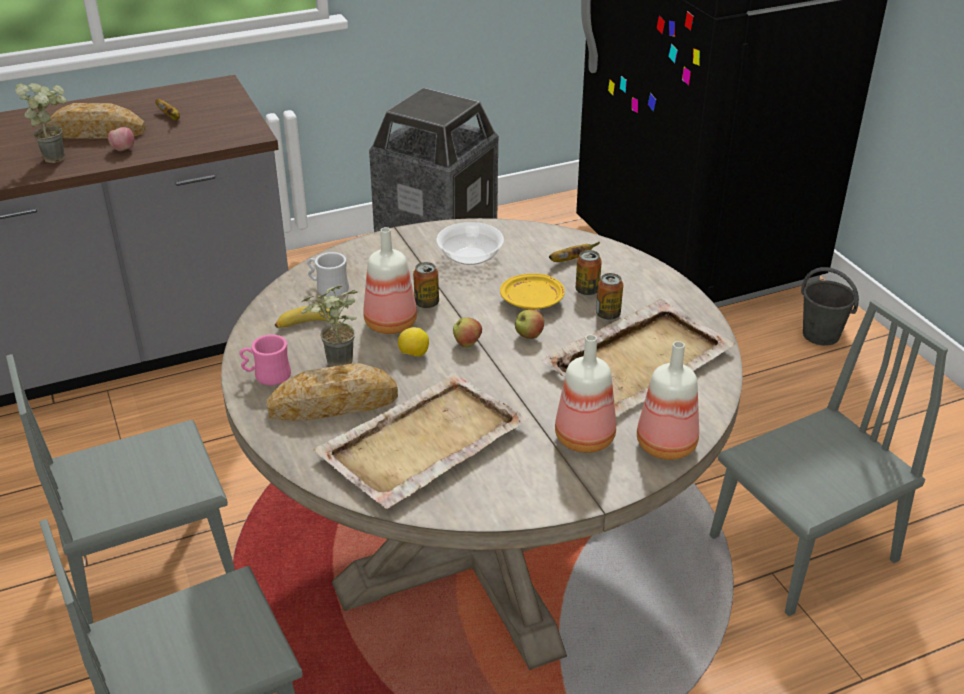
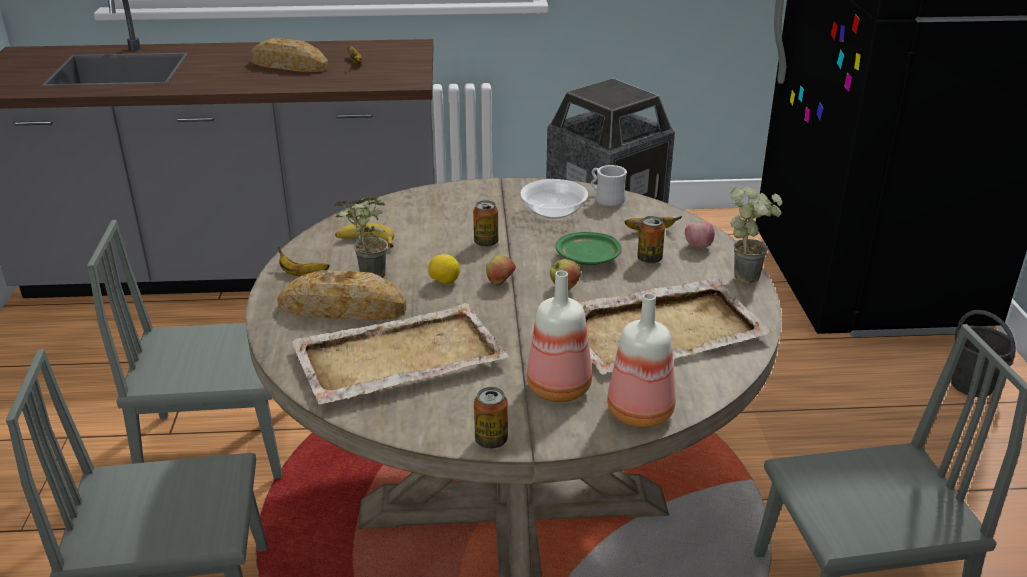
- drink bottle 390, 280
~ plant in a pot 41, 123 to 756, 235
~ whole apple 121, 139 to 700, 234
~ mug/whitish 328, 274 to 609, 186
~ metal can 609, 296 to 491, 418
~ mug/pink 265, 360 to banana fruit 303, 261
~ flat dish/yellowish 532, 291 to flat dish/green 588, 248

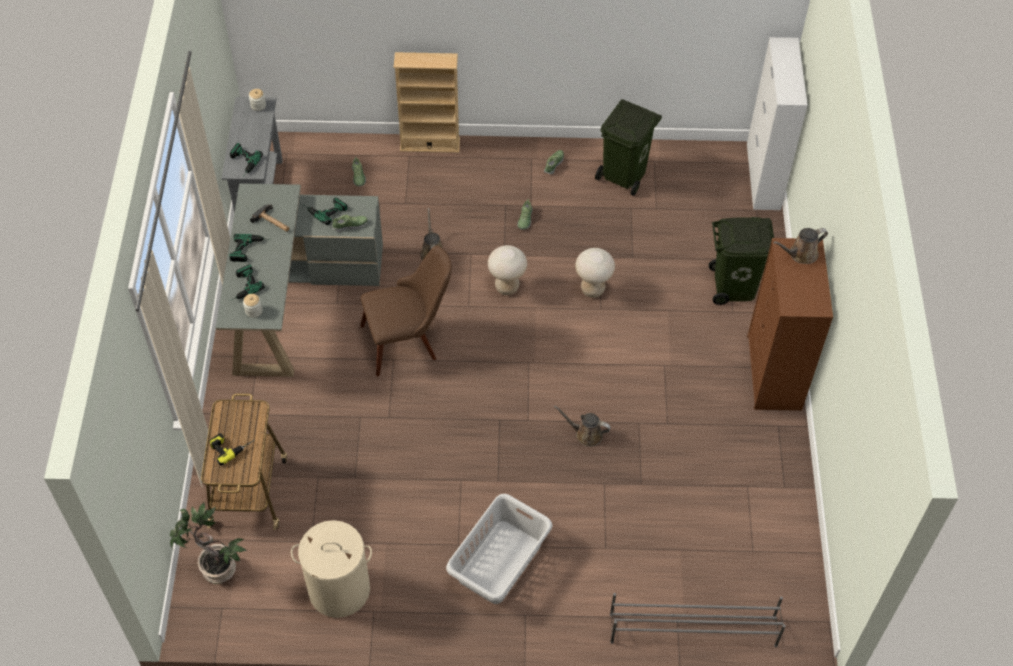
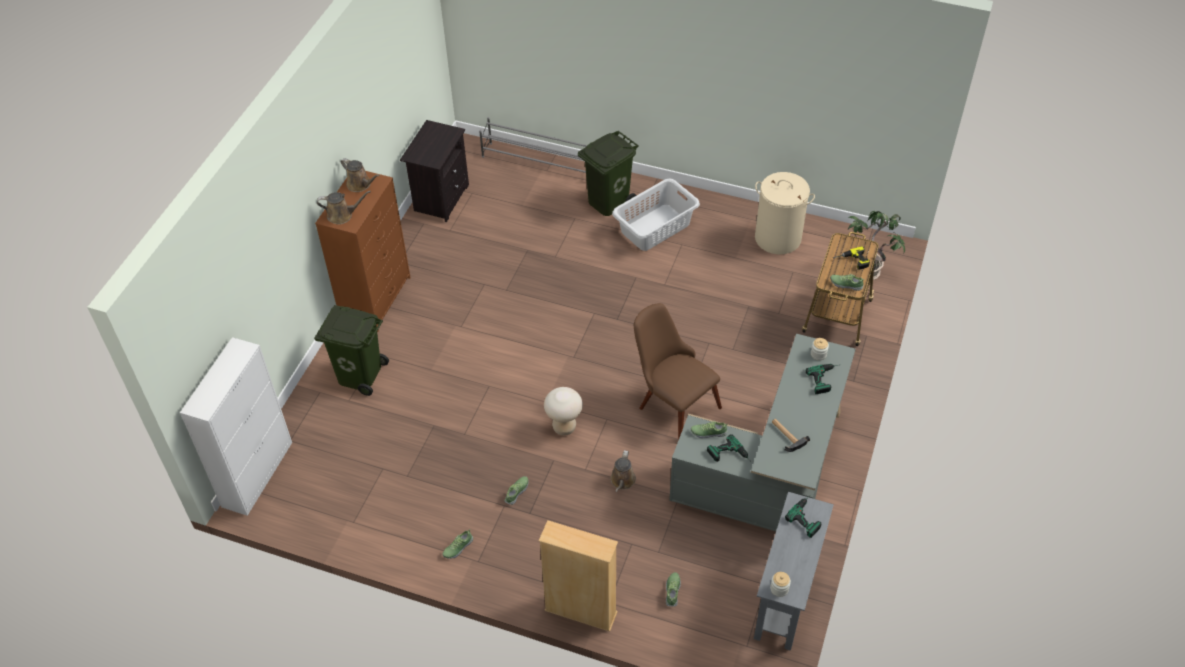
- power drill 250, 248
- stool seat/sand-coloured 595, 273
+ night table/blackish 434, 171
+ shoe 847, 282
~ sprinkling can/brown-coloured 582, 426 to 360, 175
~ waste bin/green 628, 147 to 608, 173
~ upright chair/brown-coloured 406, 310 = 678, 371 45 degrees clockwise

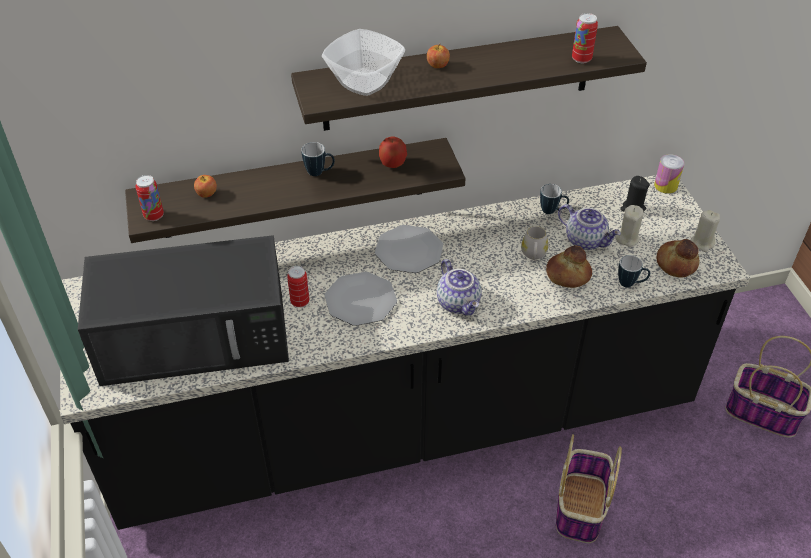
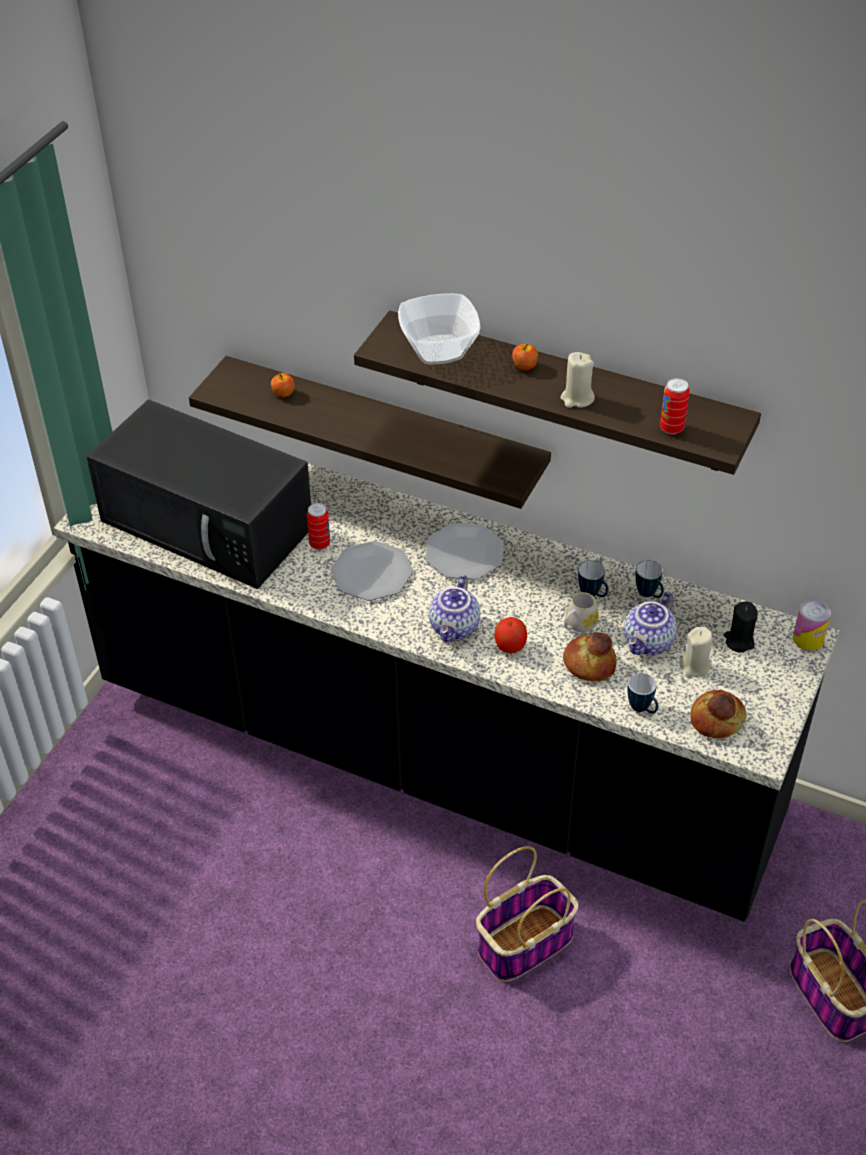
- metal can 149, 198
~ mug 318, 159 to 593, 578
~ whole apple 393, 152 to 510, 635
~ wax light/sand-coloured 705, 231 to 577, 380
~ tea pot 589, 227 = 650, 623 45 degrees clockwise

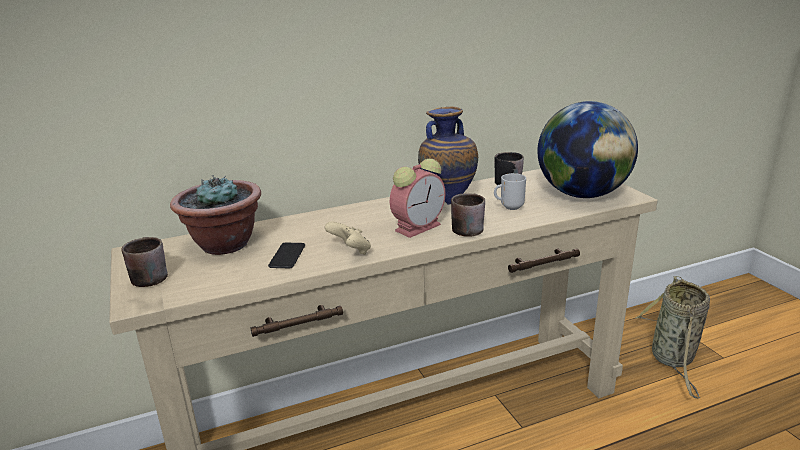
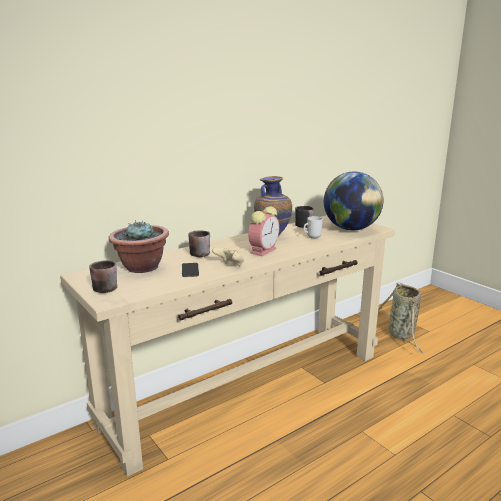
~ mug/brown-coloured 468, 215 to 199, 243

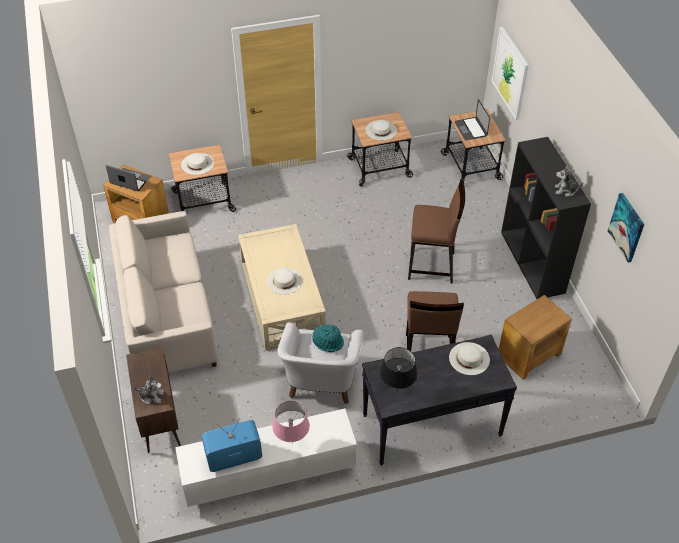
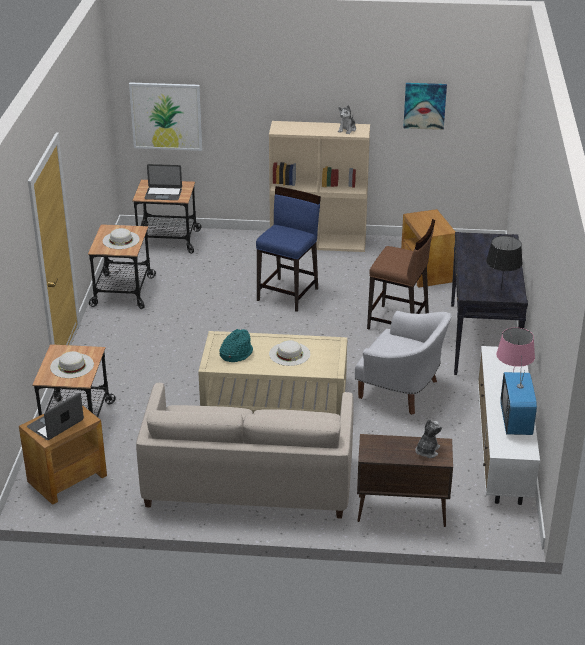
- wearable hat/whitish 469, 358
~ wearable hat/turquoise-coloured 328, 338 to 236, 345
~ stool seat/brown-coloured 436, 232 to stool seat/blue 288, 249
~ bookcase/blackish 546, 218 to bookcase/sand-coloured 319, 186

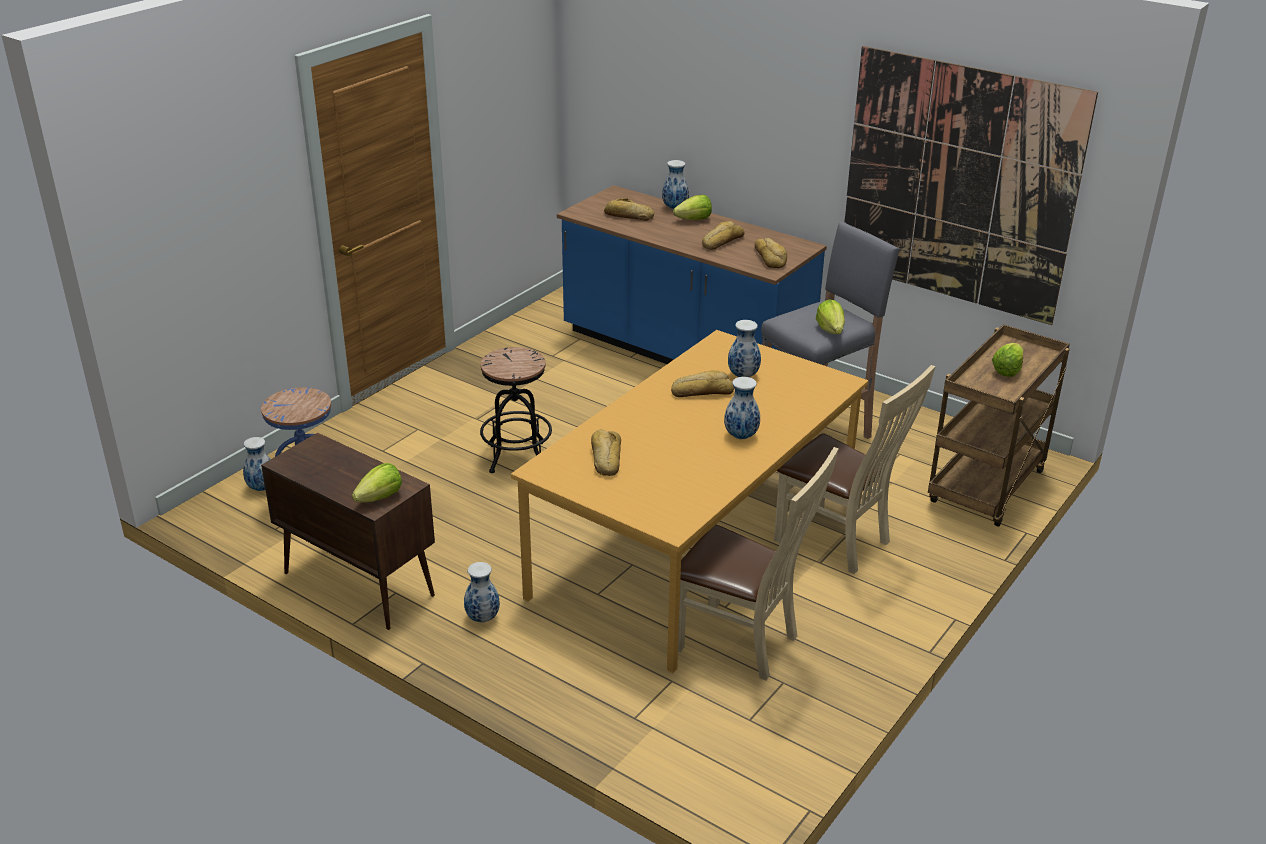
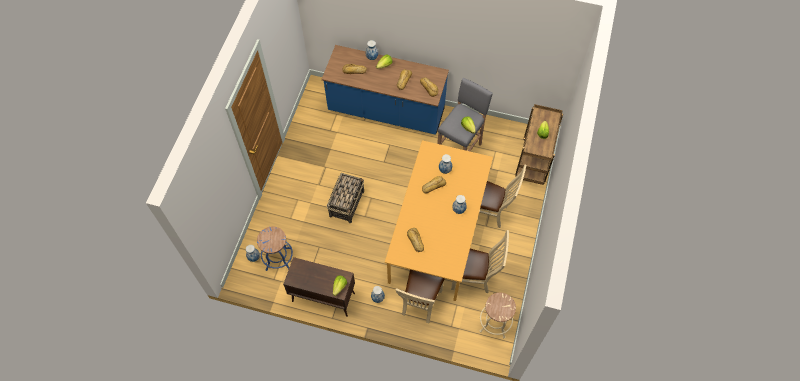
- wall picture 971, 185
+ upright chair/sand-coloured 420, 296
+ stool seat/sand-coloured 498, 315
~ stool seat/blackish 516, 410 to storage basket 345, 198

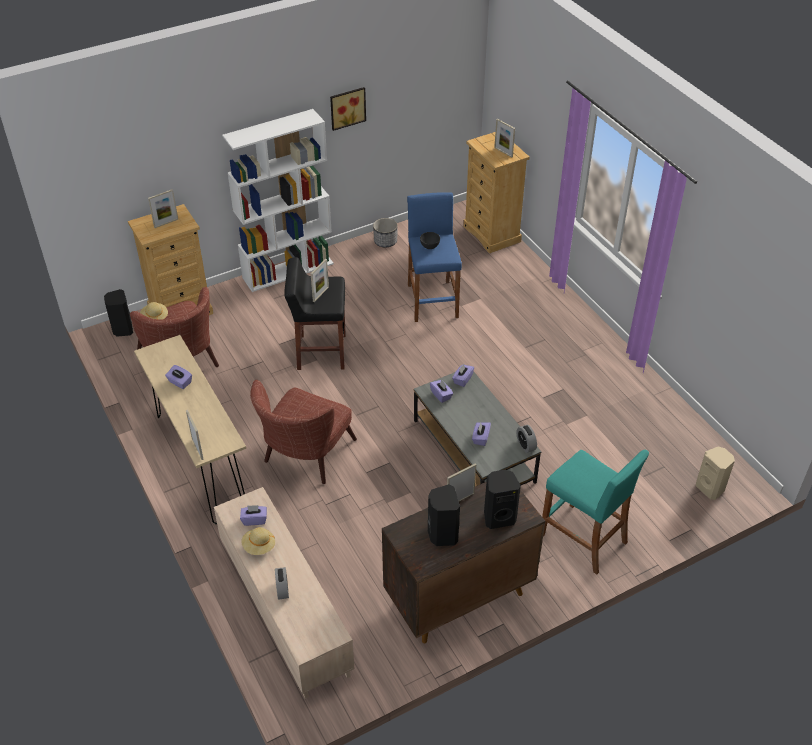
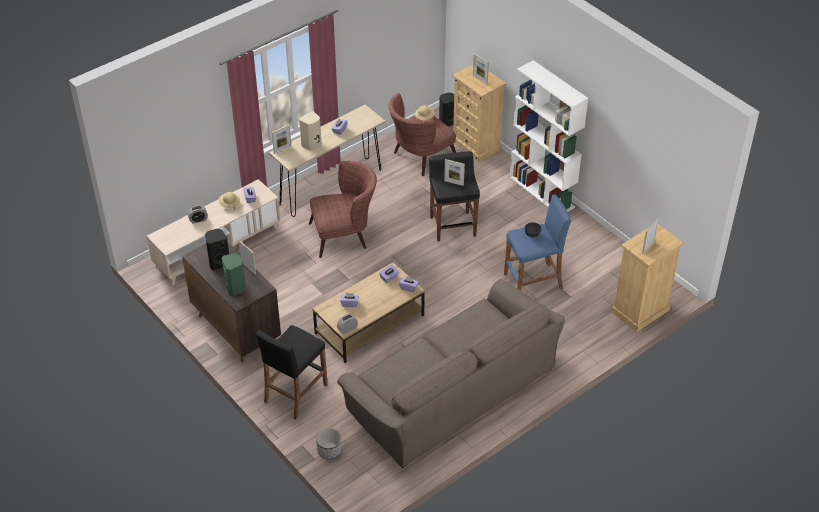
- wall picture 348, 109
+ settee/brown-coloured 451, 373
~ flower pot 385, 232 to 329, 443
~ speaker/sand-coloured 715, 473 to 311, 130
~ coffee table/gray 477, 429 to coffee table/brown-coloured 368, 312
~ speaker/blackish 502, 499 to speaker/green 234, 275
~ stool seat/turquoise-coloured 595, 511 to stool seat/blackish 292, 372
~ lounge chair/brown-coloured 303, 432 = 343, 209 150 degrees clockwise

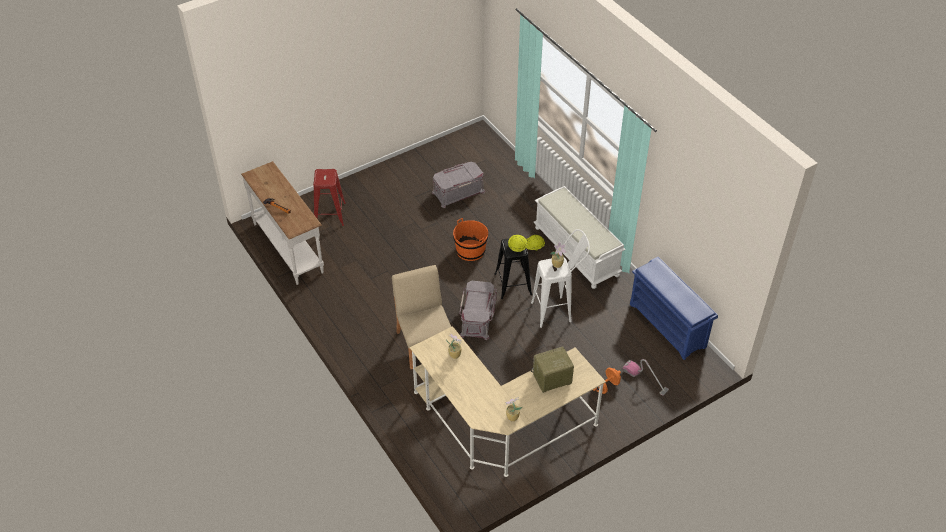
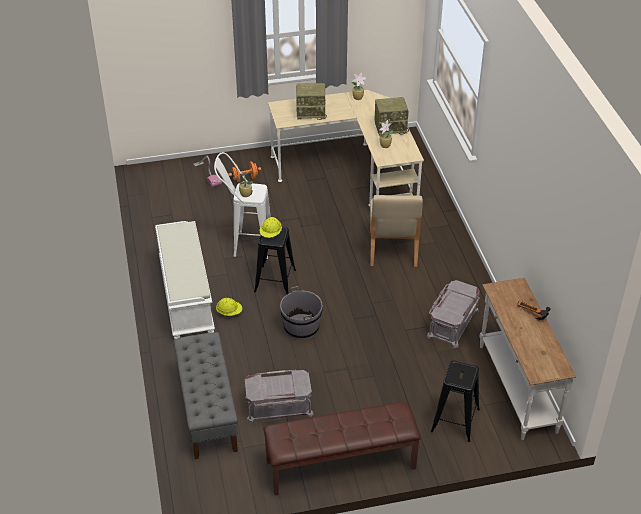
- shoe rack/blue 674, 308
+ long seat/gray 206, 395
+ long seat/brown-coloured 341, 448
+ radio 392, 116
~ storage bin/gray 478, 310 to 453, 314
~ stool seat/reddish 329, 197 to stool seat/blackish 455, 401
~ bucket/orange-coloured 470, 239 to bucket/gray 301, 313

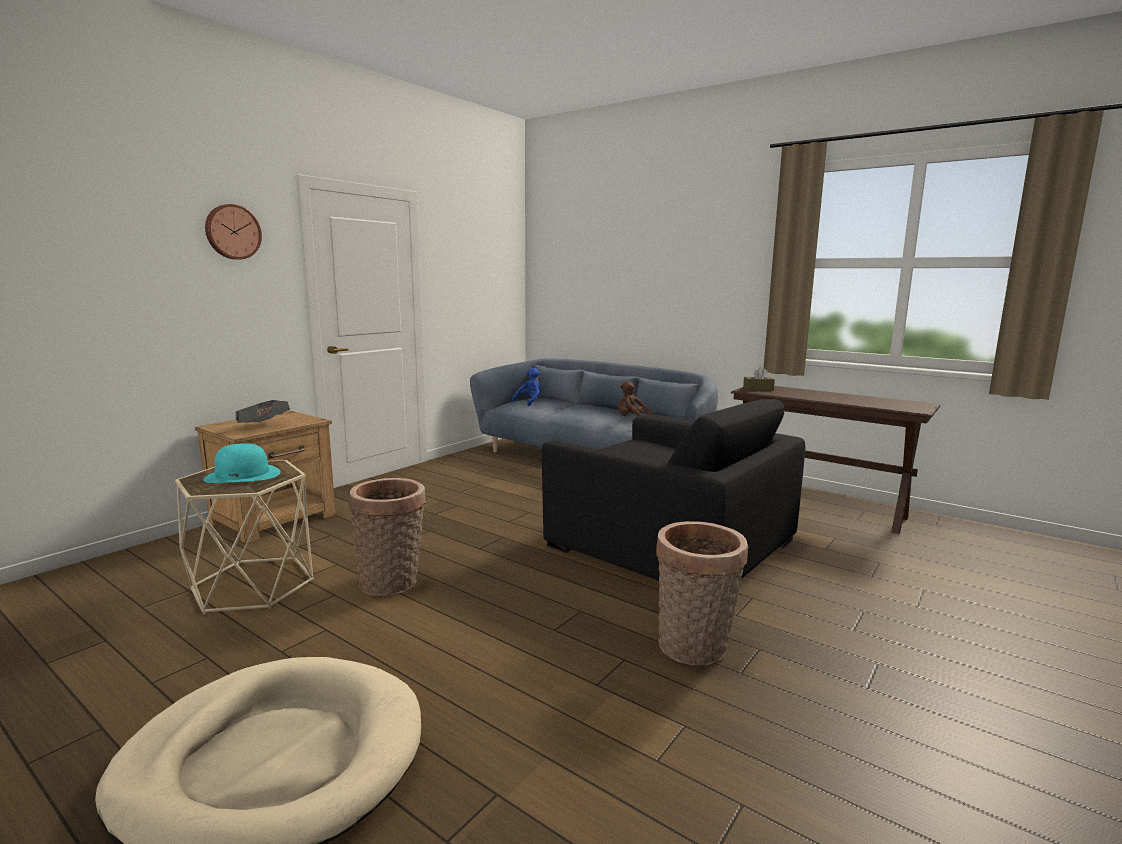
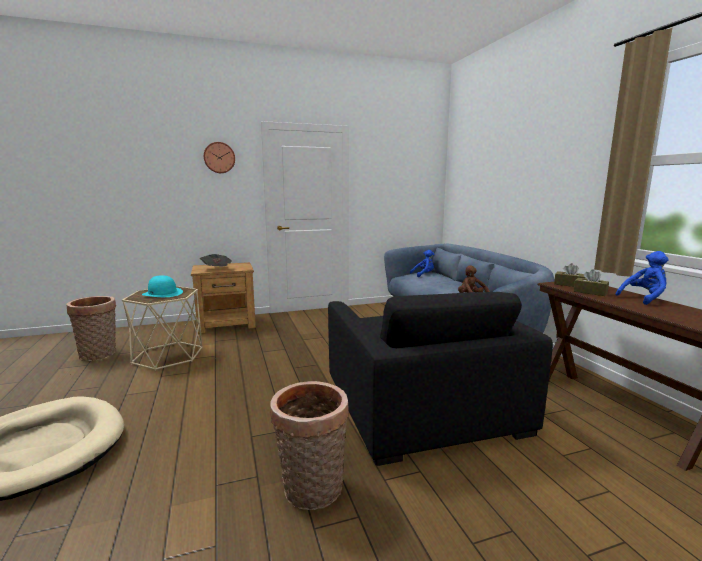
+ box of tissues/brown-coloured 591, 282
+ cuddly toy/blue 642, 278
~ storage basket 387, 537 to 91, 328

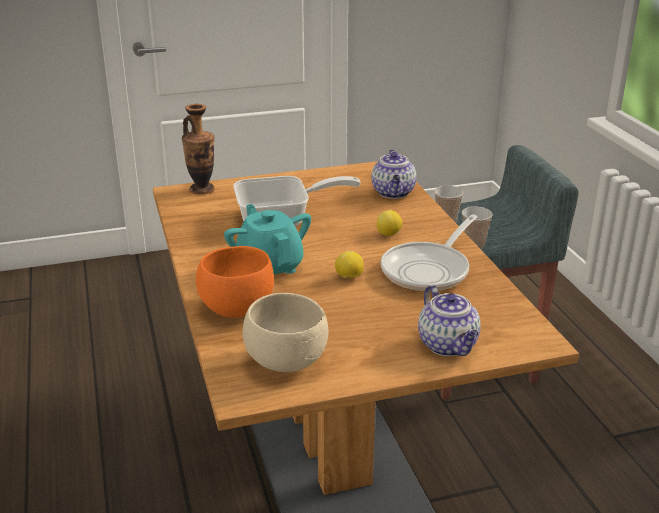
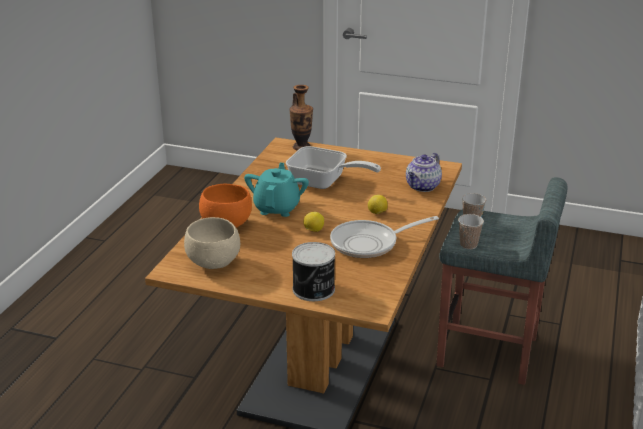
~ tea pot 449, 320 to metal can 313, 271

